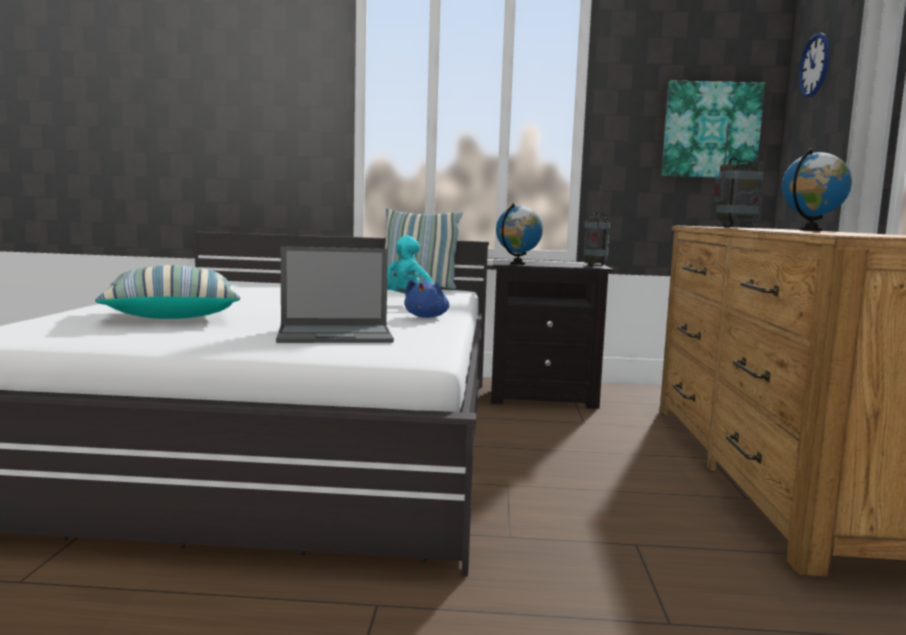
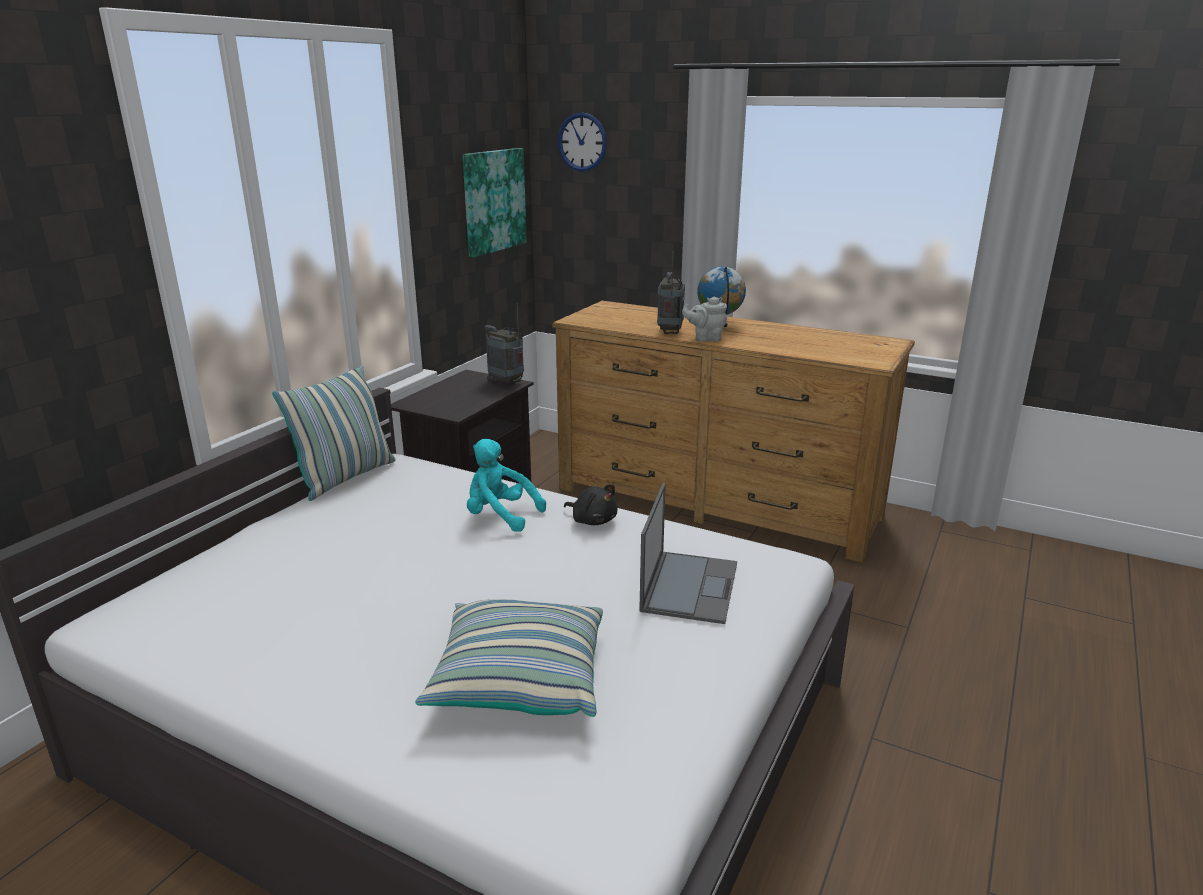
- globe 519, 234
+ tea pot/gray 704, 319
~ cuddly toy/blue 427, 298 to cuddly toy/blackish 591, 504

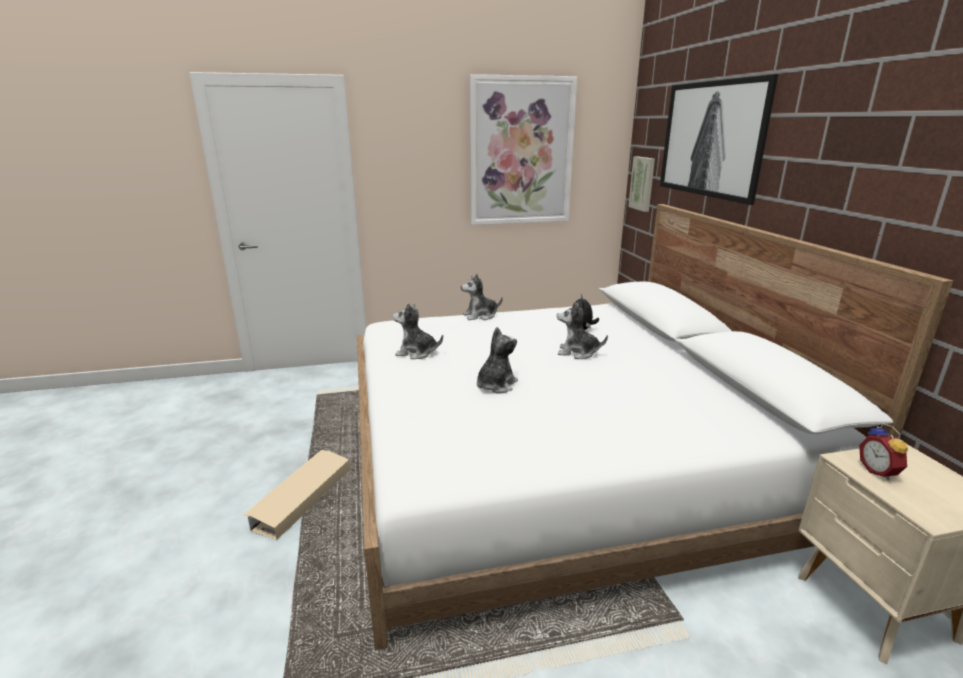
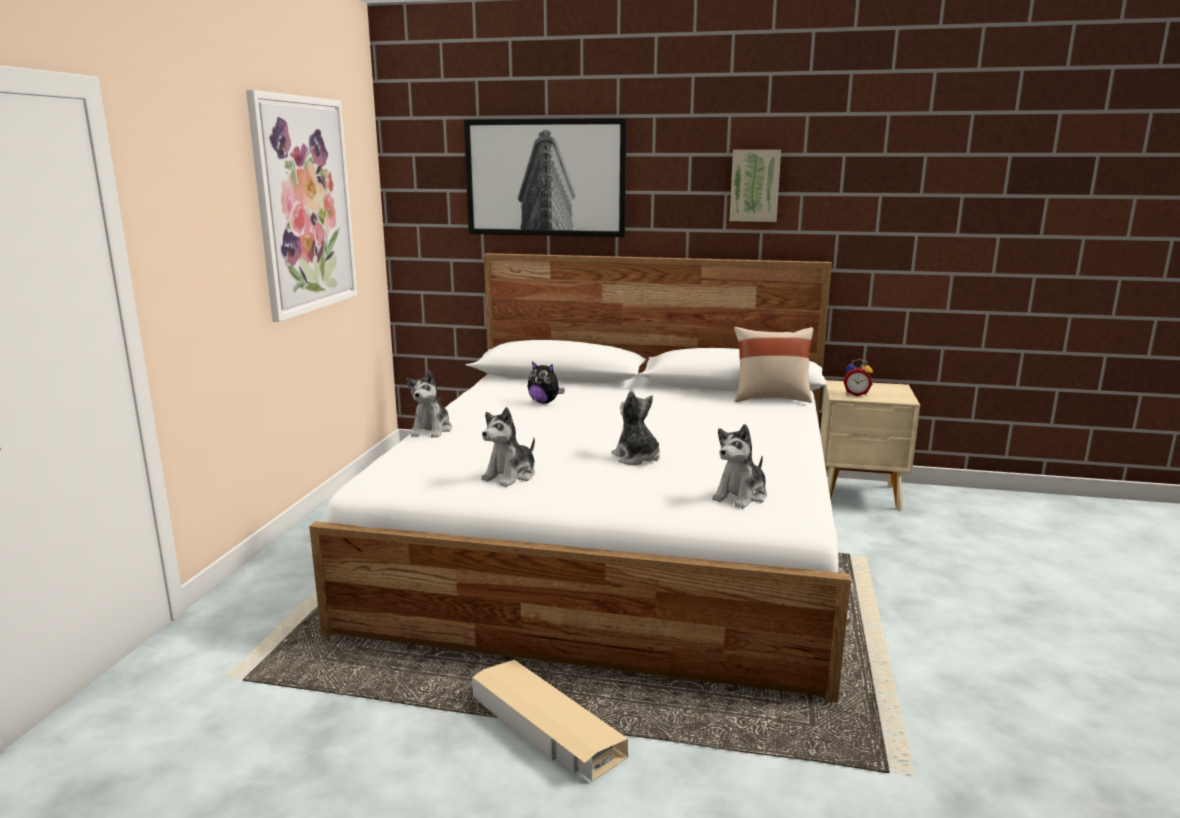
+ cushion/sand-coloured 773, 365
~ cuddly toy 582, 331 to 739, 466
~ wall picture 641, 184 to 755, 186

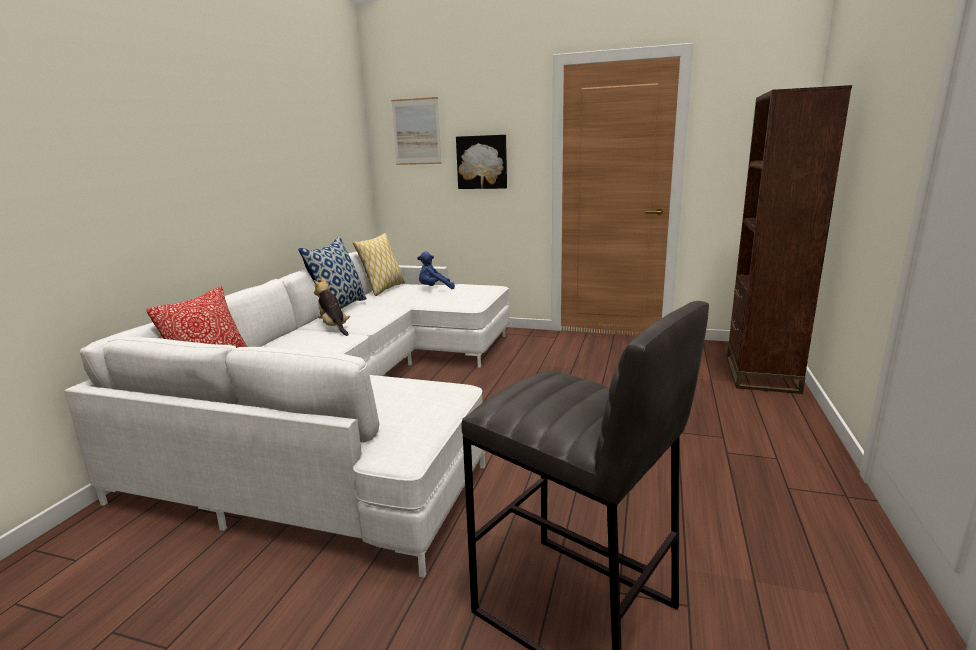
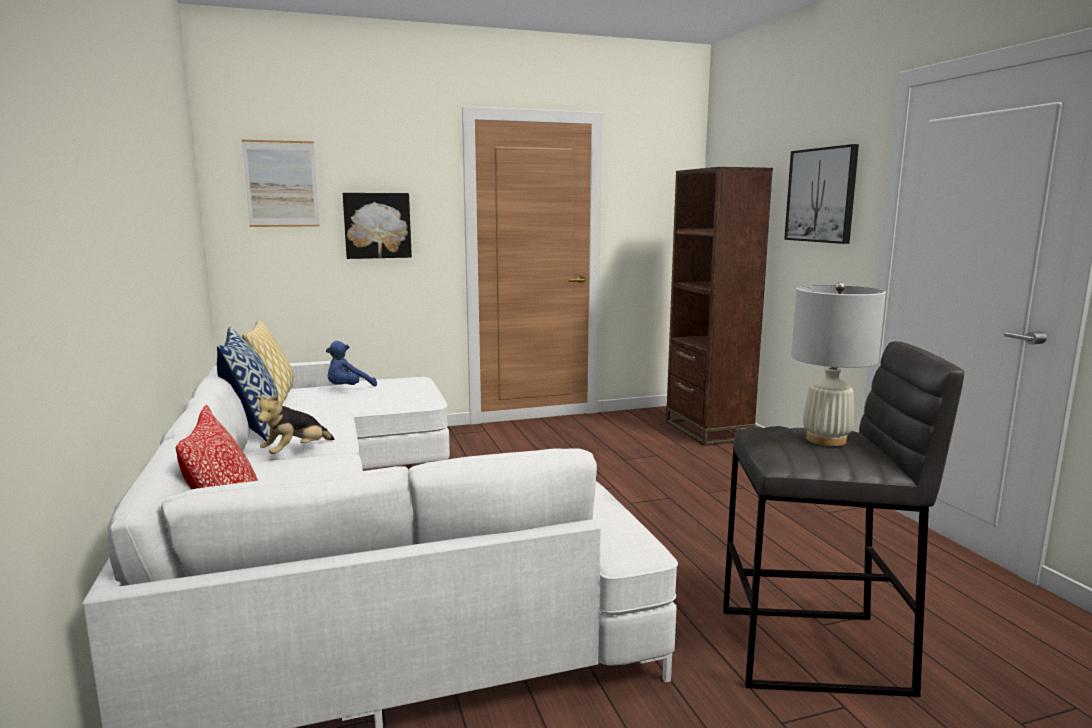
+ wall picture 821, 194
+ table lamp/whitish 838, 364
~ cuddly toy 332, 307 = 294, 424 75 degrees counterclockwise

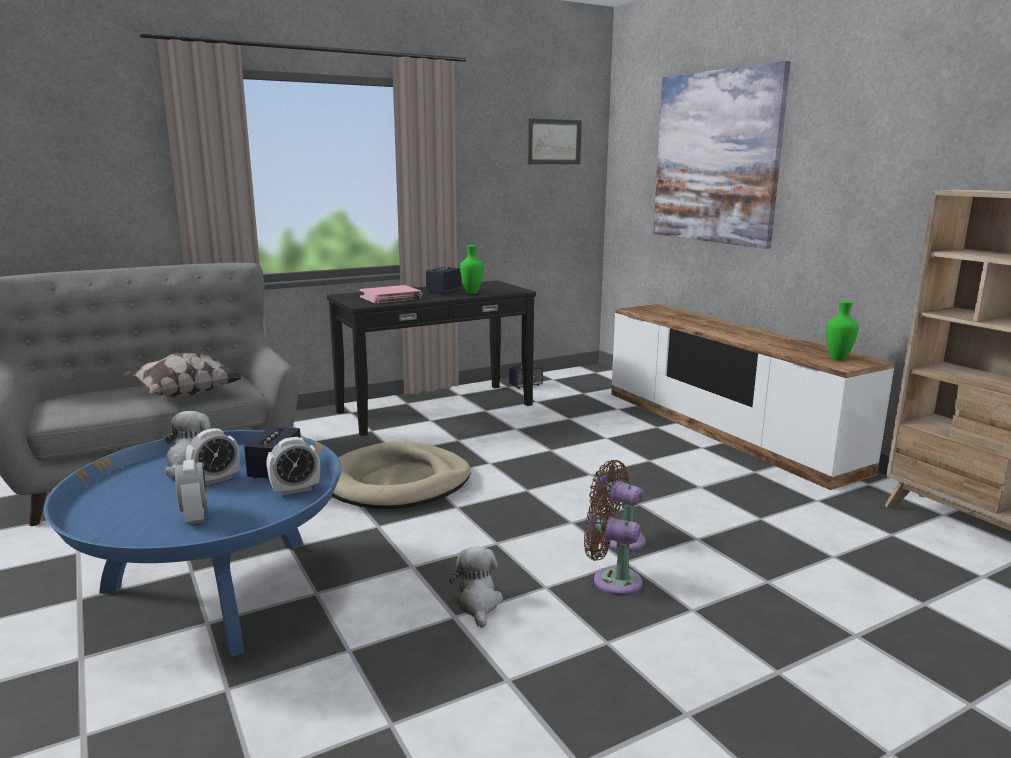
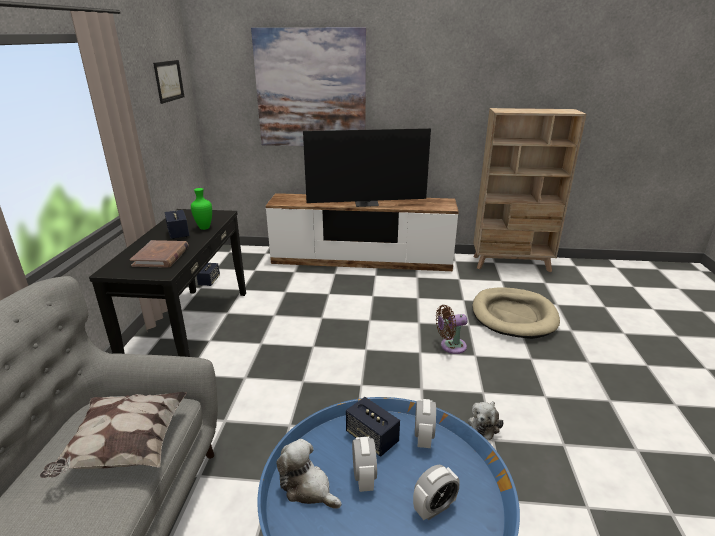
- cooling fan/brown-coloured 613, 545
- flower vase/green 842, 330
+ TV 367, 167
~ pet bed/sand-coloured 401, 475 to 516, 313
~ bound book/pink 391, 294 to bound book/brown-coloured 159, 254
~ alarm clock 191, 492 = 436, 492 135 degrees clockwise
~ cuddly toy 476, 587 = 486, 420 90 degrees counterclockwise

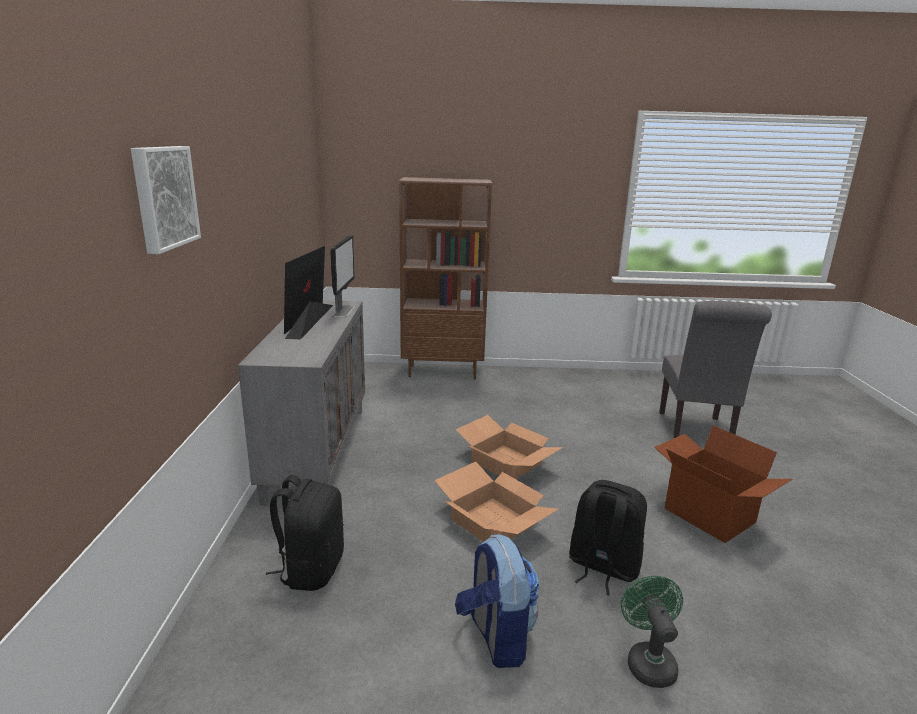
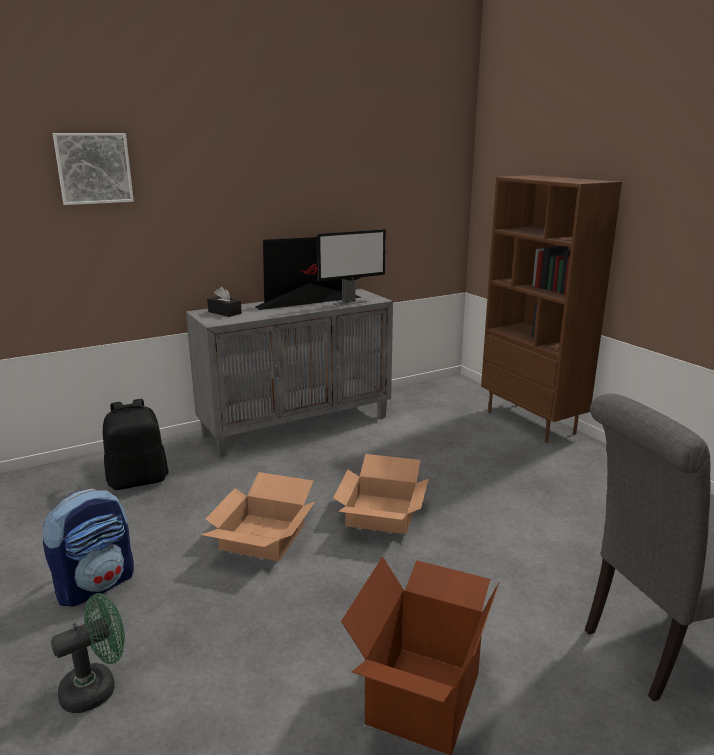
- knapsack/blackish 608, 537
+ box of tissues/blackish 224, 302

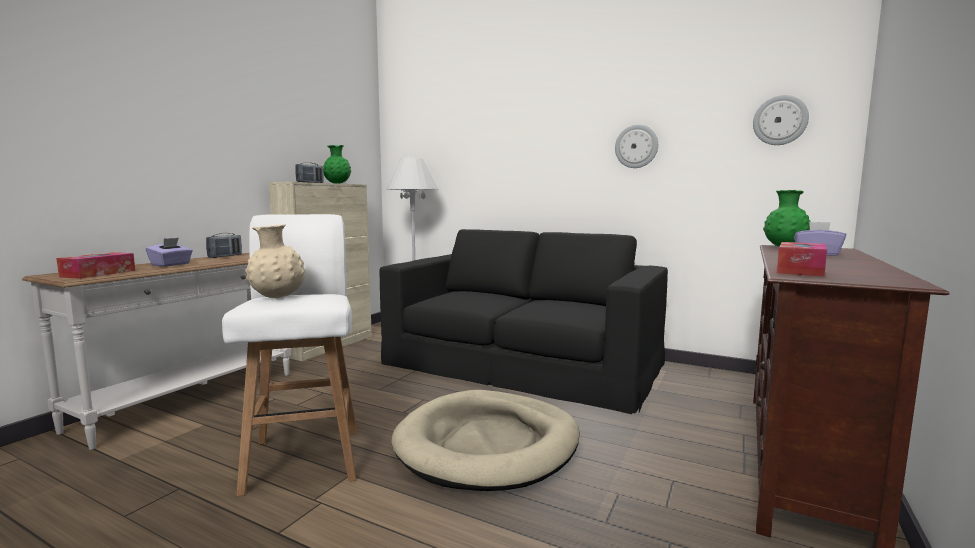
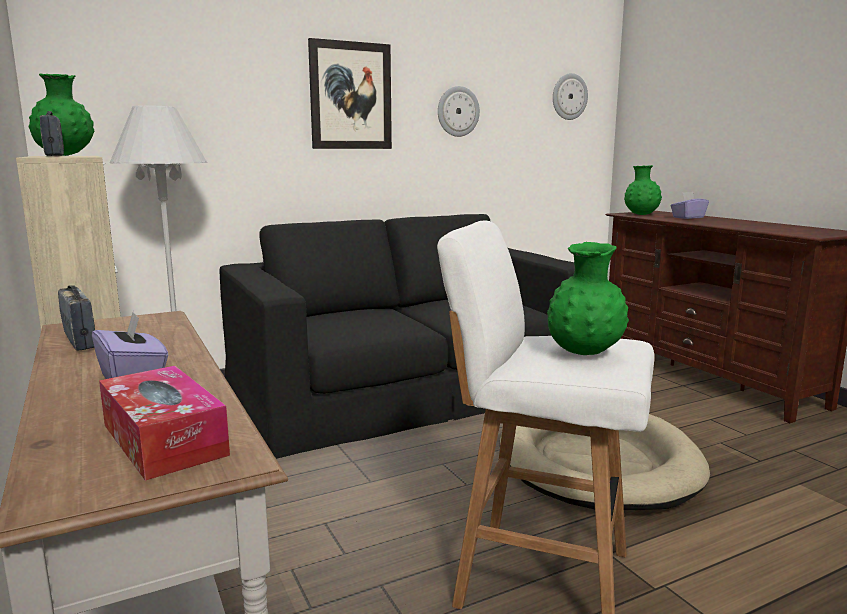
- box of tissues 802, 259
+ wall picture 350, 93
~ flower vase/sand-coloured 275, 261 to flower vase/green 588, 298

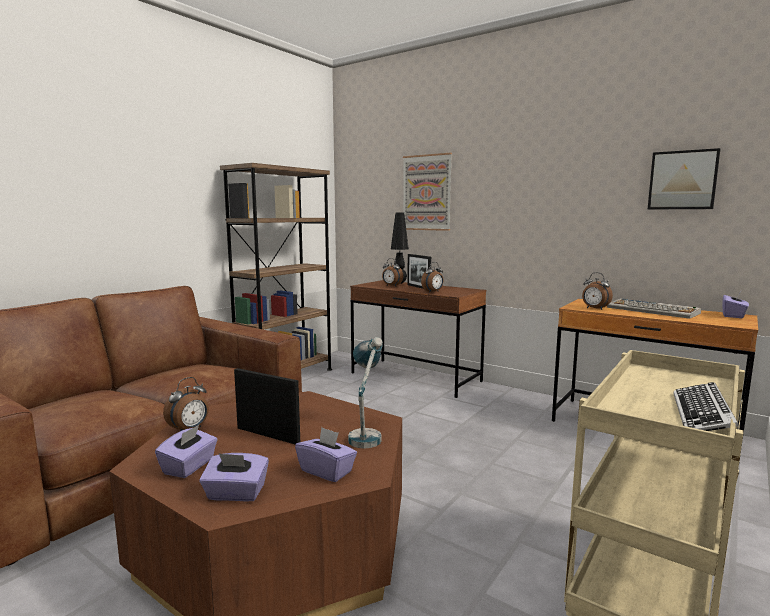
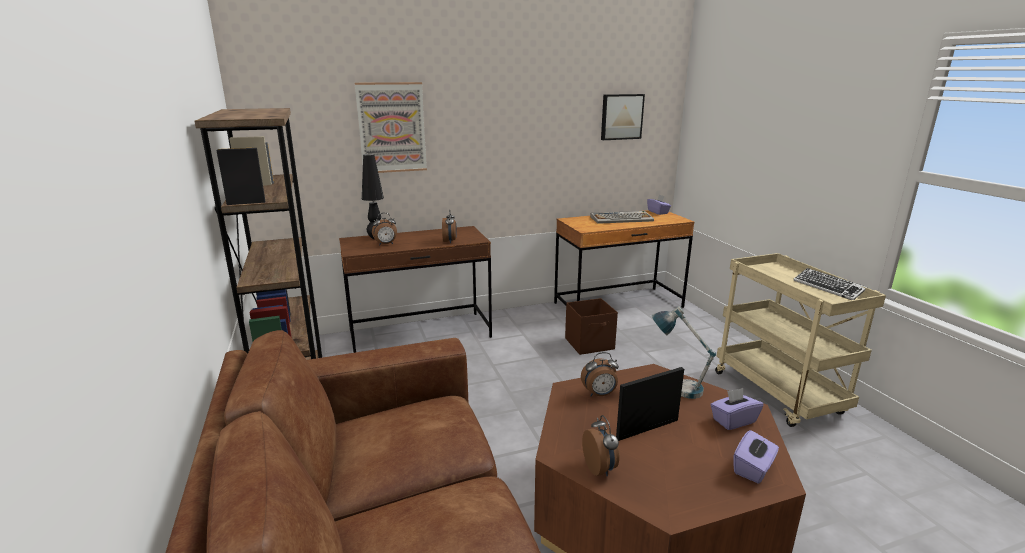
- box of tissues/purple 186, 451
- picture frame 419, 271
+ storage bin/brown-coloured 591, 326
~ alarm clock 597, 291 to 600, 374

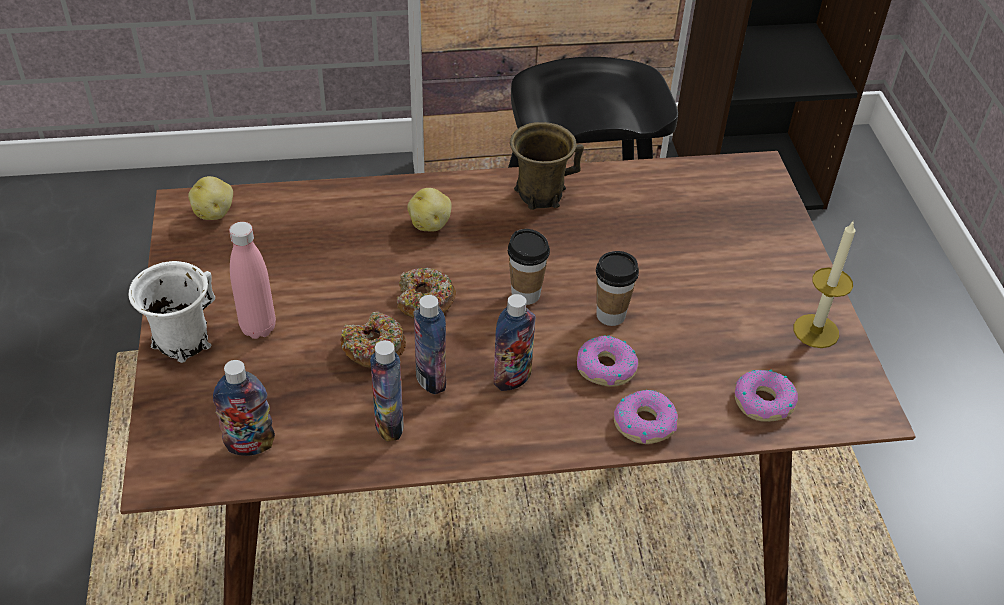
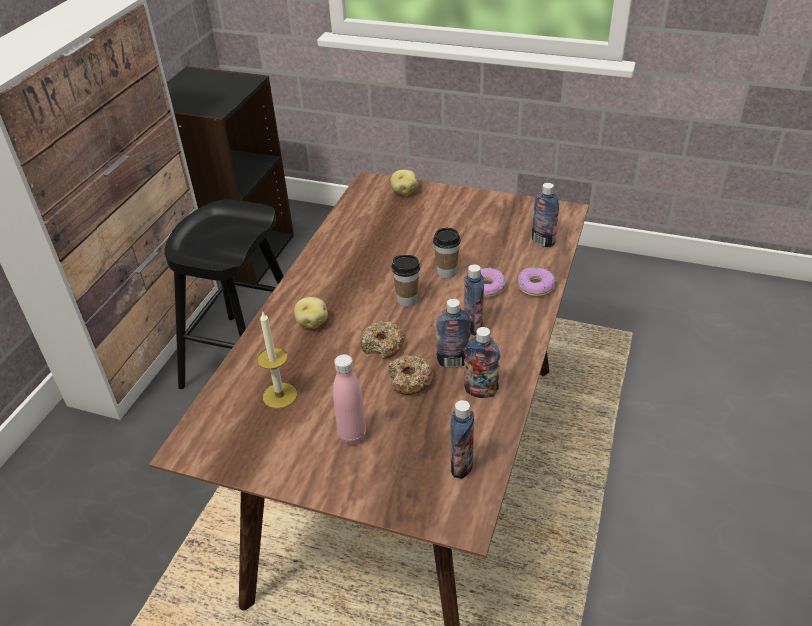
- mug/whitish 171, 312
- mug/brown-coloured 547, 166
~ whole potato 210, 198 to 404, 182
~ wax light 824, 284 to 277, 360
~ doughnut 766, 396 to drink bottle 545, 215

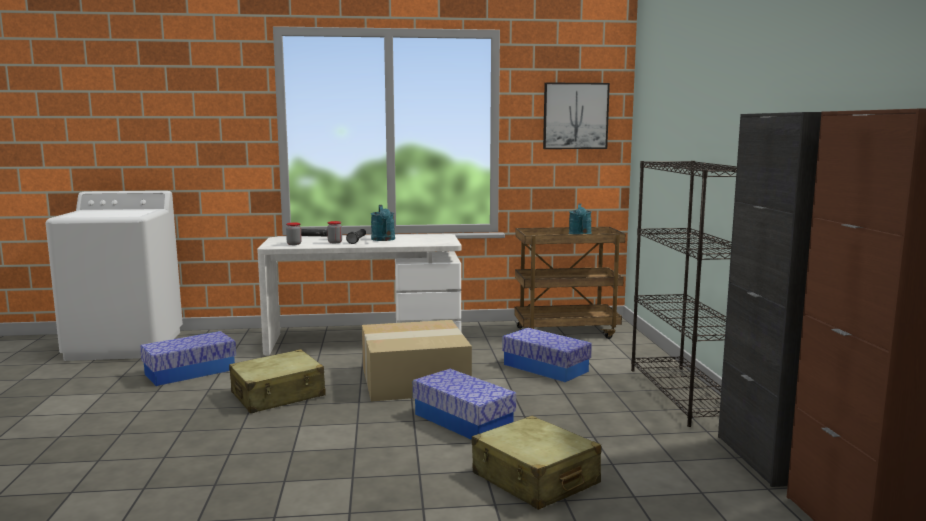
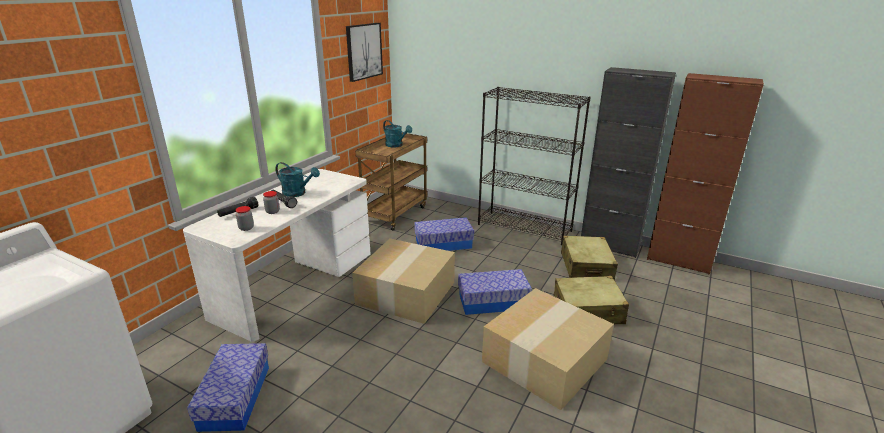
+ cardboard box 548, 349
~ suitcase/sand-coloured 277, 381 to 589, 258

